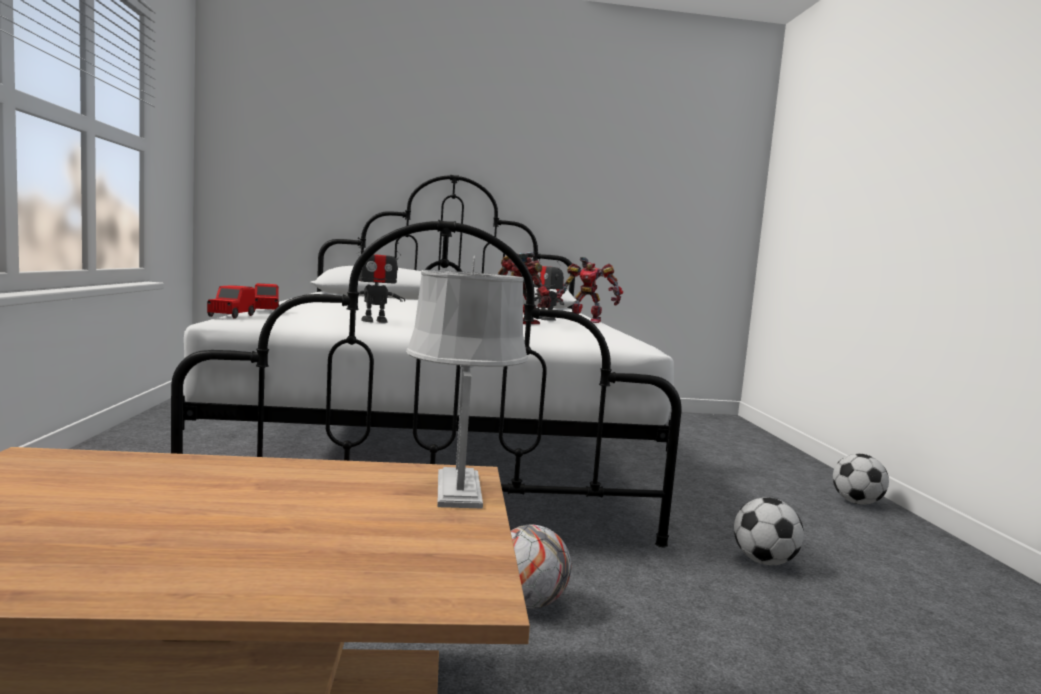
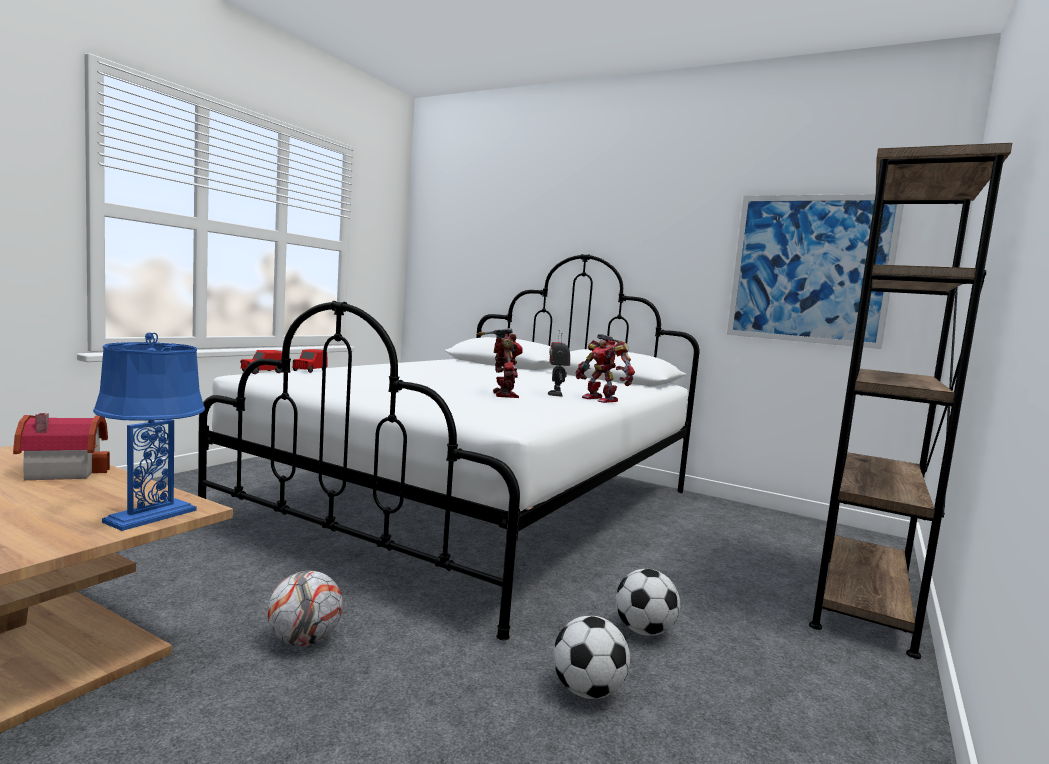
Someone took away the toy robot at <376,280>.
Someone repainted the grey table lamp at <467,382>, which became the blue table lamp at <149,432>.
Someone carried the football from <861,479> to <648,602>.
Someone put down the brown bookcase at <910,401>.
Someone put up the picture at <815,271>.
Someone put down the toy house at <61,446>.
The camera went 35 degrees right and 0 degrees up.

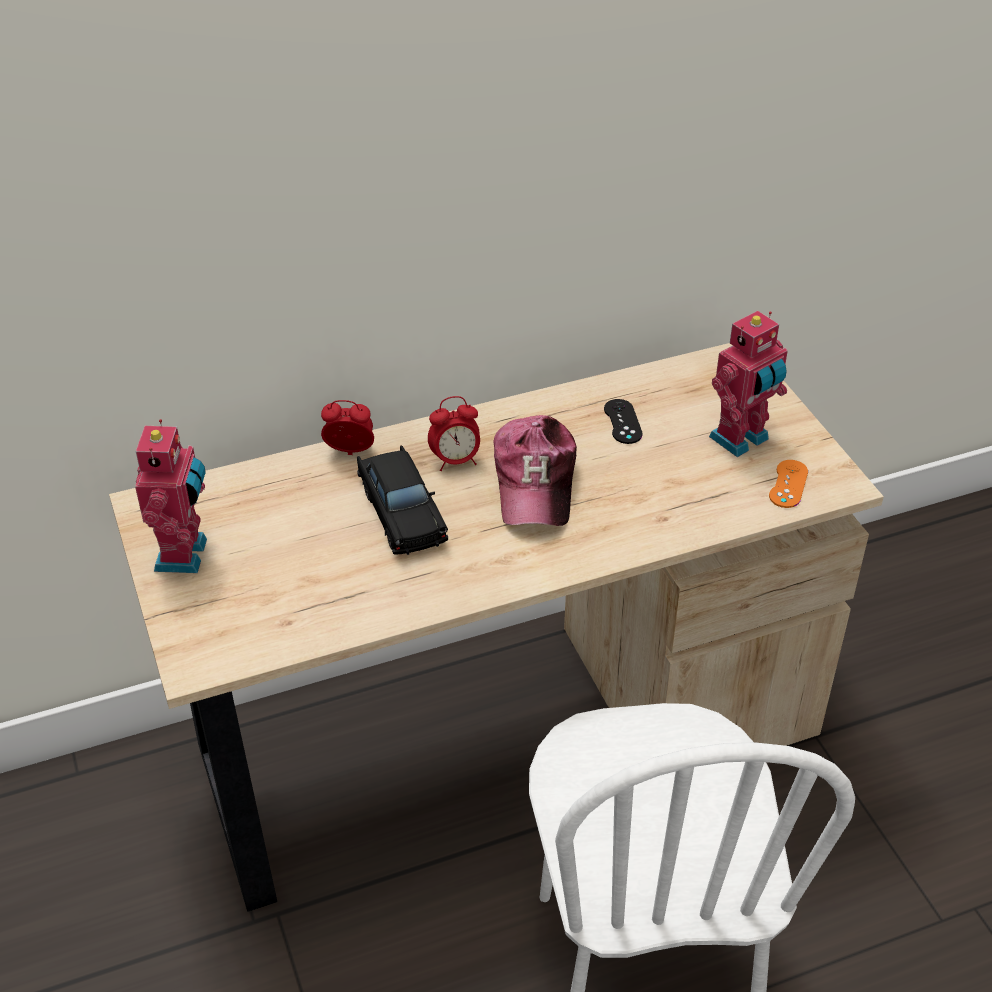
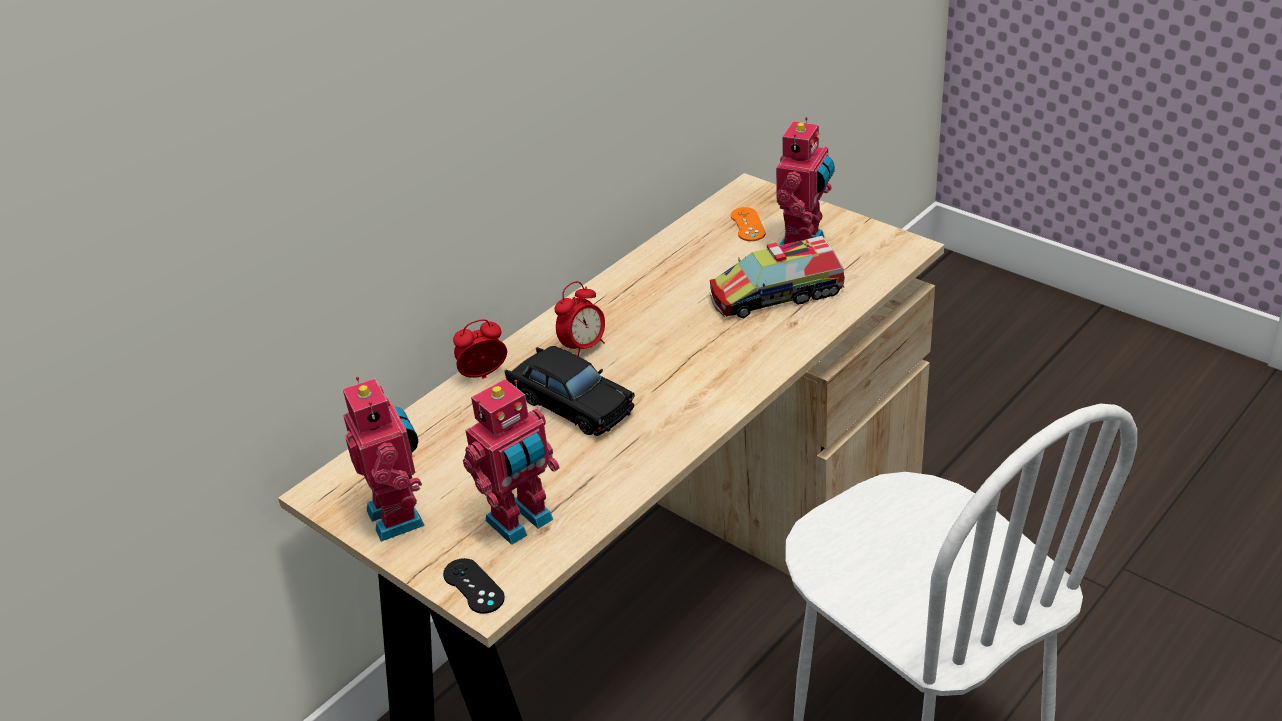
Someone carried the black game controller from <623,421> to <474,586>.
Someone took away the cap at <535,470>.
Someone carried the orange game controller from <788,484> to <748,224>.
Someone put down the toy truck at <777,277>.
Someone put down the toy robot at <511,462>.
The camera went 25 degrees left and 5 degrees down.

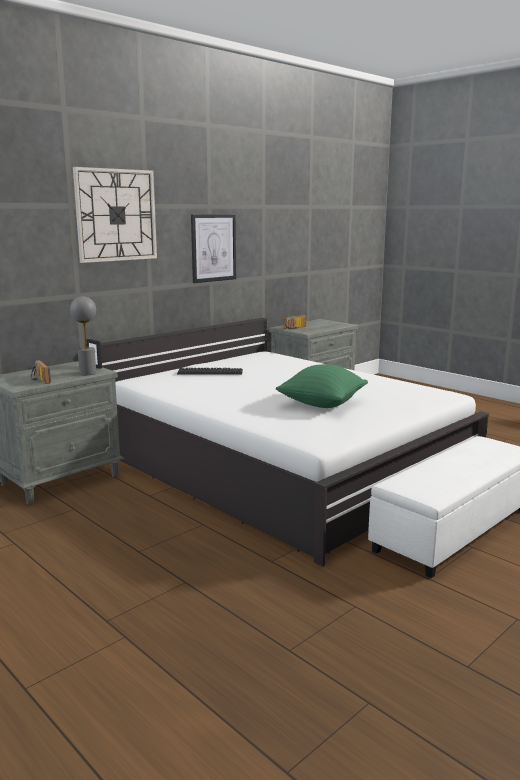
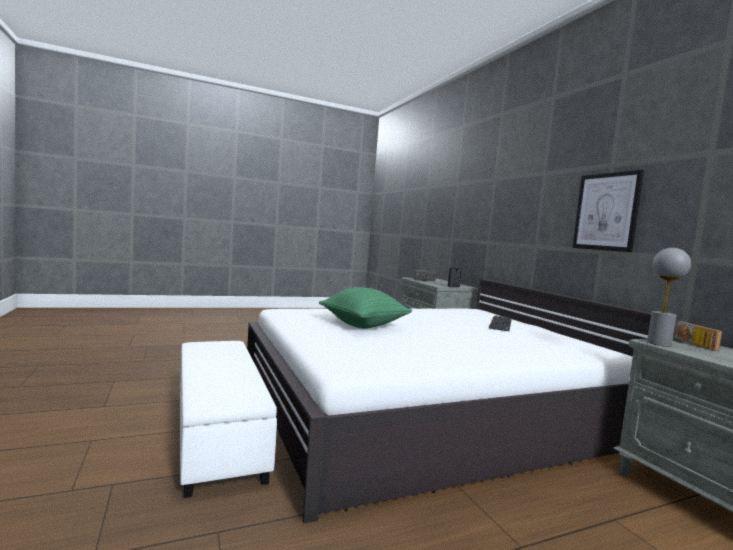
Someone took away the wall clock at <115,215>.
Someone carried the grey table lamp from <83,335> to <669,297>.
The camera went 110 degrees right and 10 degrees down.

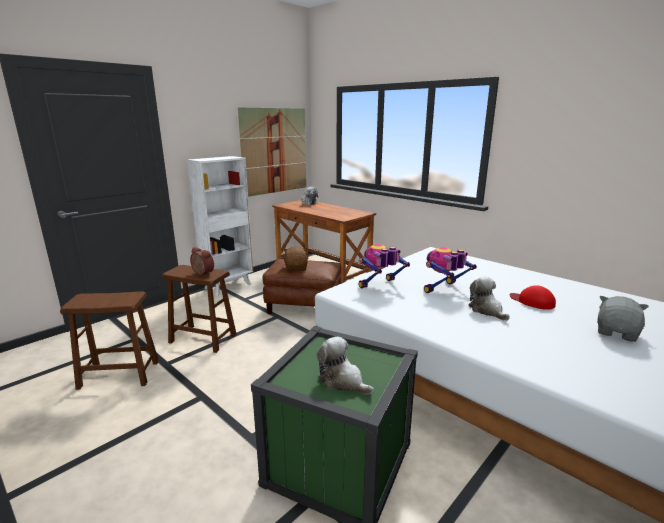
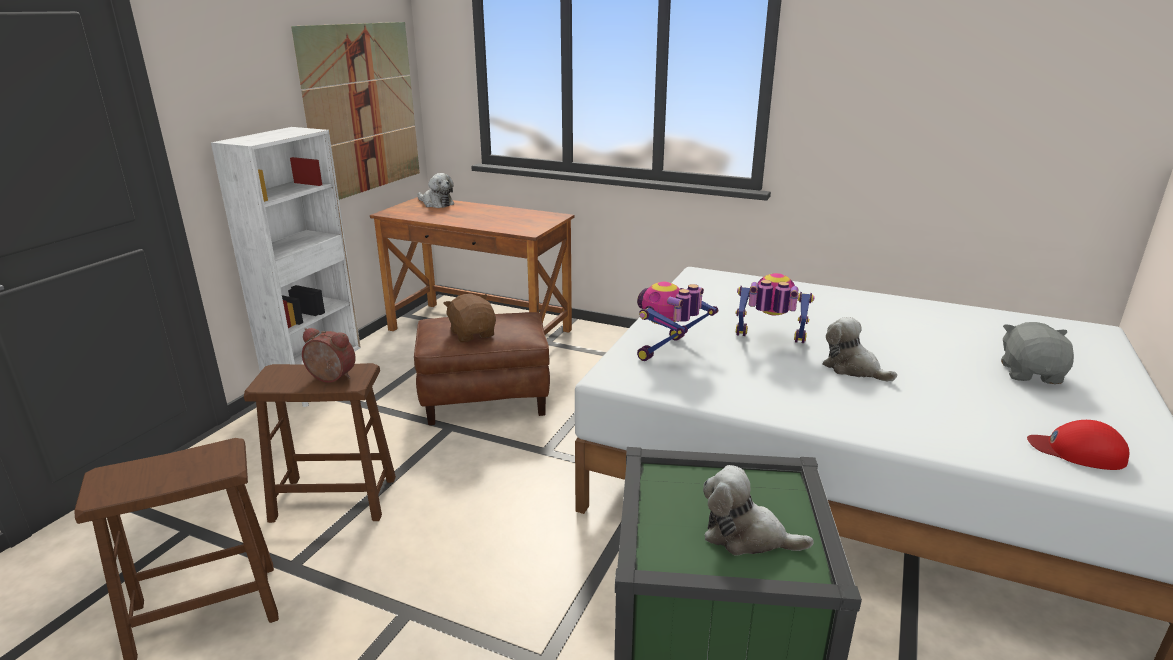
Someone rotated the toy robot at <450,270> by 75 degrees clockwise.
Someone carried the red cap from <533,297> to <1078,445>.
The camera went 20 degrees left and 5 degrees up.

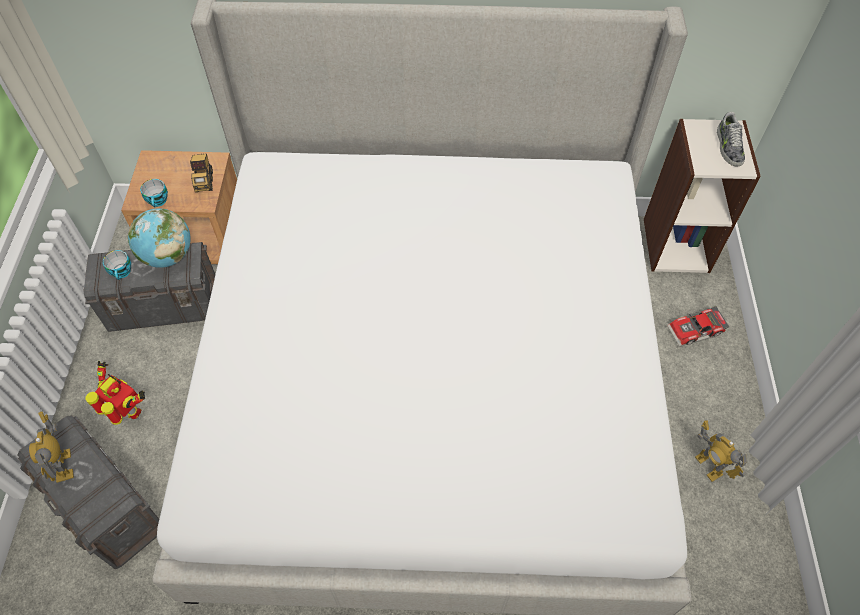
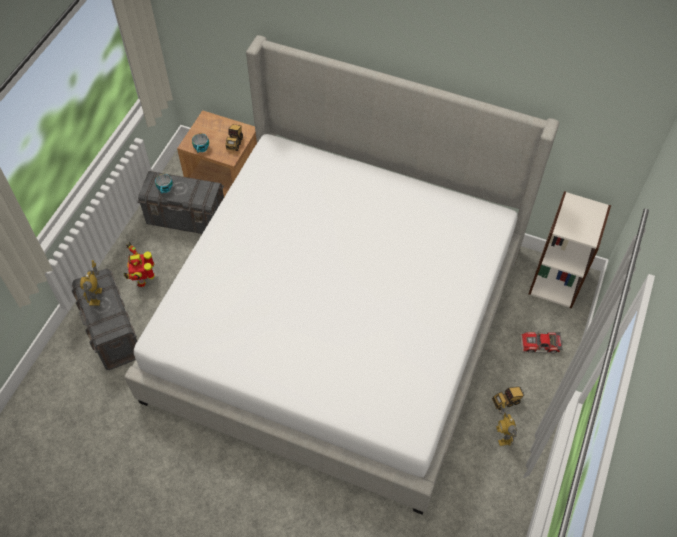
Someone took away the shoe at <731,139>.
Someone took away the globe at <159,238>.
Someone rotated the toy robot at <115,393> by 150 degrees counterclockwise.
Someone put down the toy truck at <508,398>.
The camera went 20 degrees right and 0 degrees up.

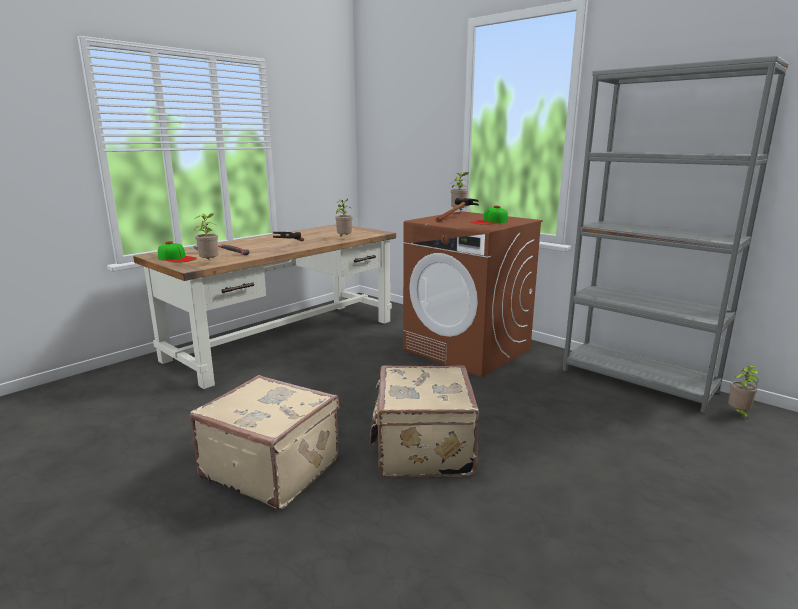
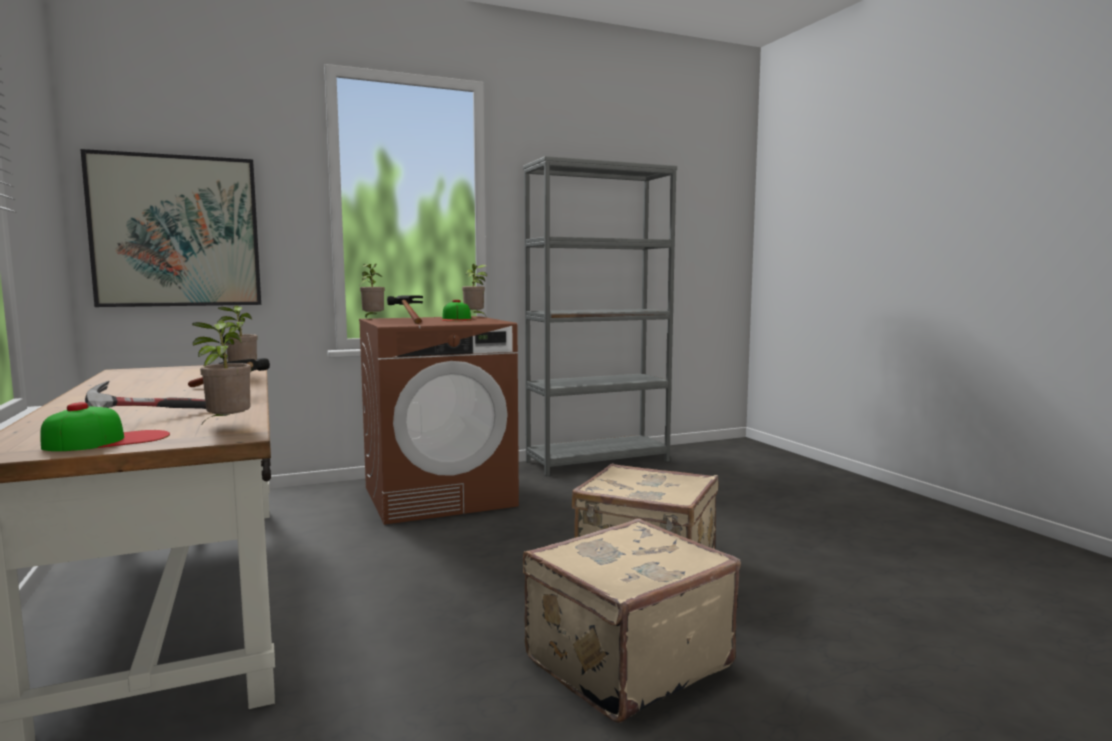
Someone carried the potted plant from <743,391> to <474,290>.
Someone put up the picture at <170,228>.
The camera went 65 degrees left and 10 degrees down.

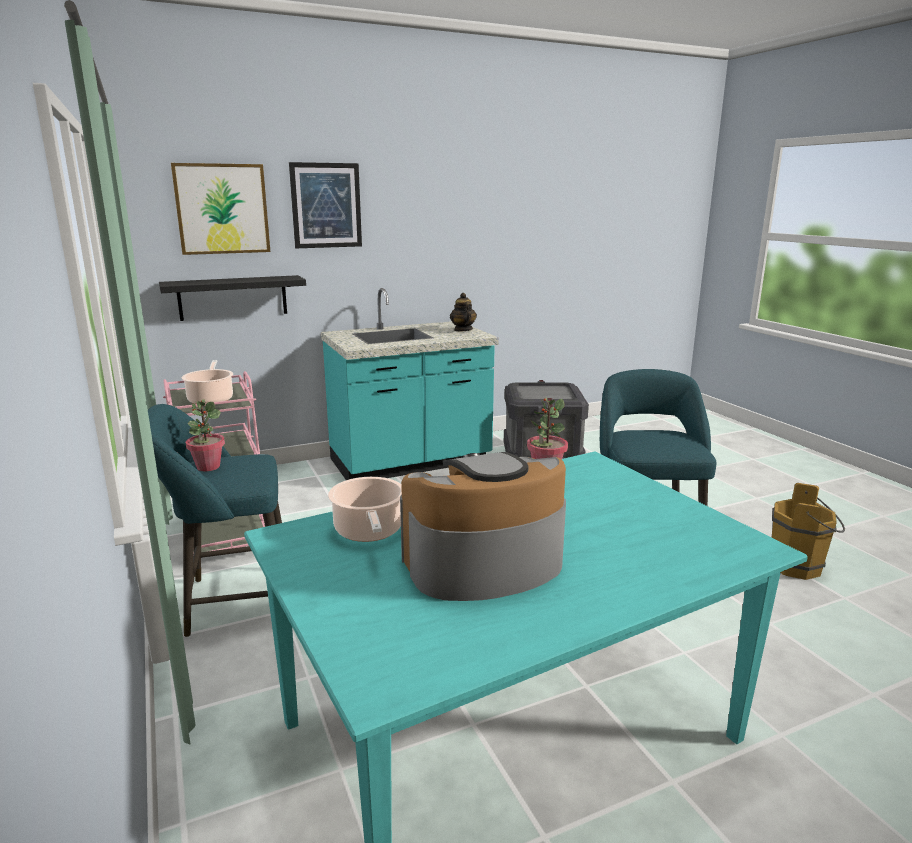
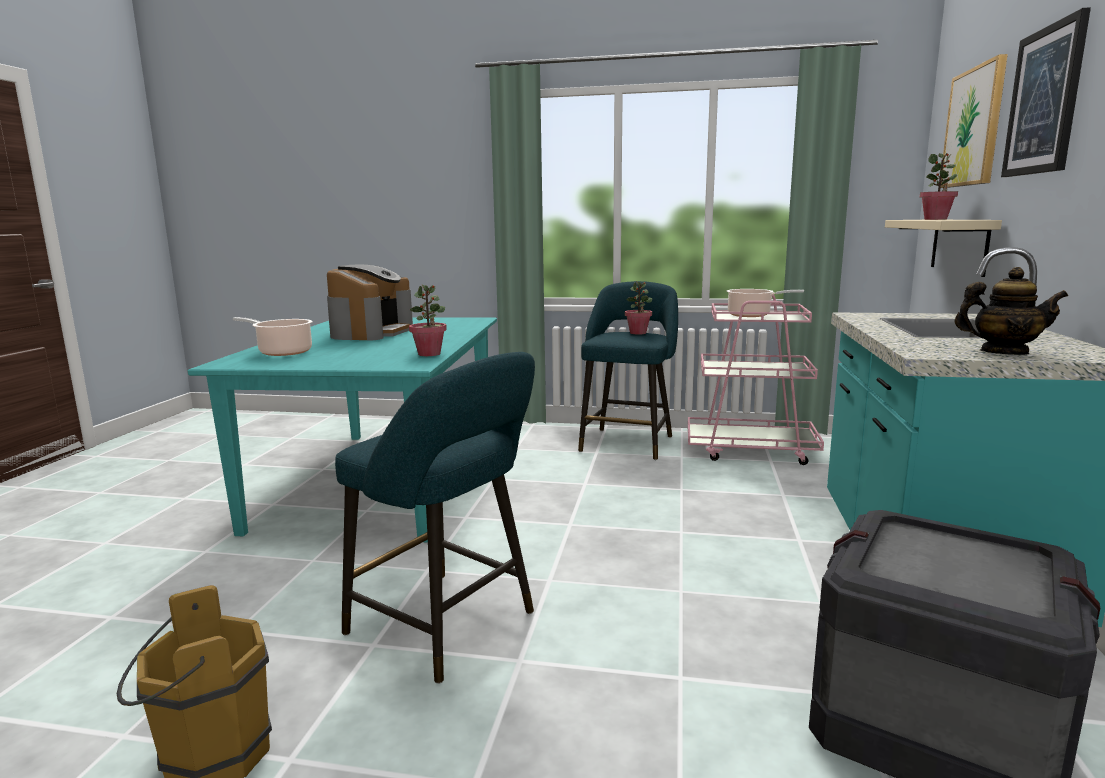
Someone repainted the black shelf at <232,298>, which became the beige shelf at <943,248>.
Someone carried the cooking pot from <365,509> to <273,336>.
Someone put down the potted plant at <939,186>.
The camera went 125 degrees right and 5 degrees down.

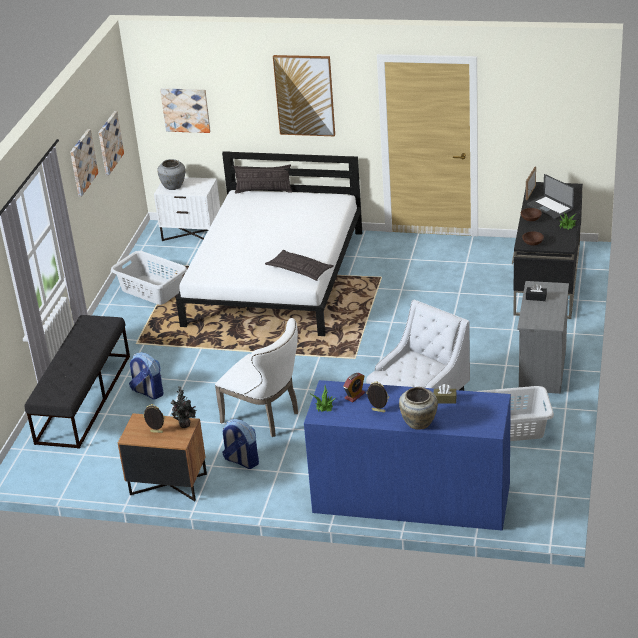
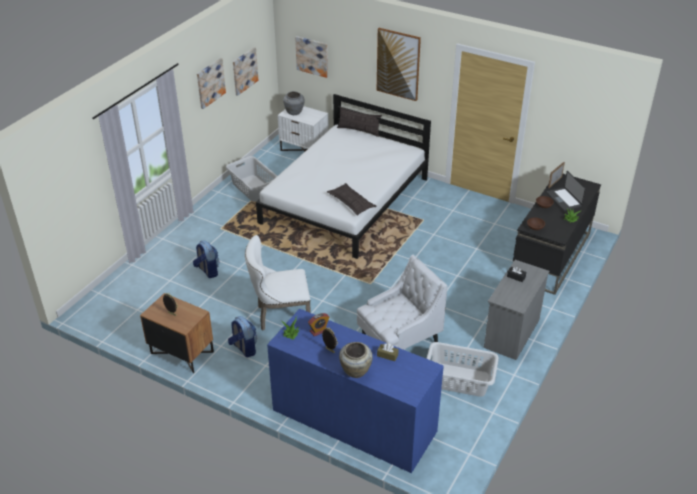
Someone took away the black bench at <77,382>.
Someone rotated the white chair at <256,377> by 120 degrees clockwise.
Someone took away the potted plant at <183,407>.
The camera went 15 degrees right and 5 degrees up.

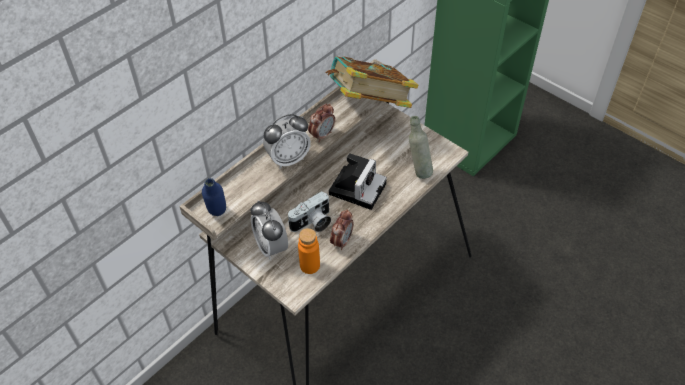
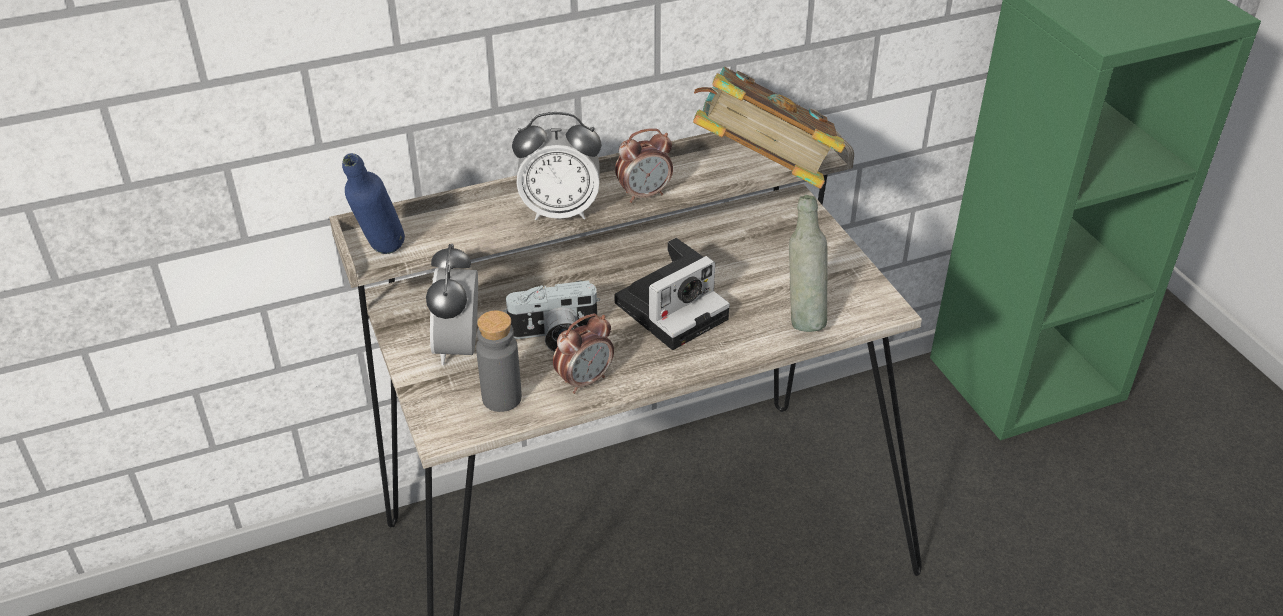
Someone repainted the orange bottle at <309,251>, which became the grey bottle at <499,361>.
The camera went 25 degrees right and 10 degrees down.

